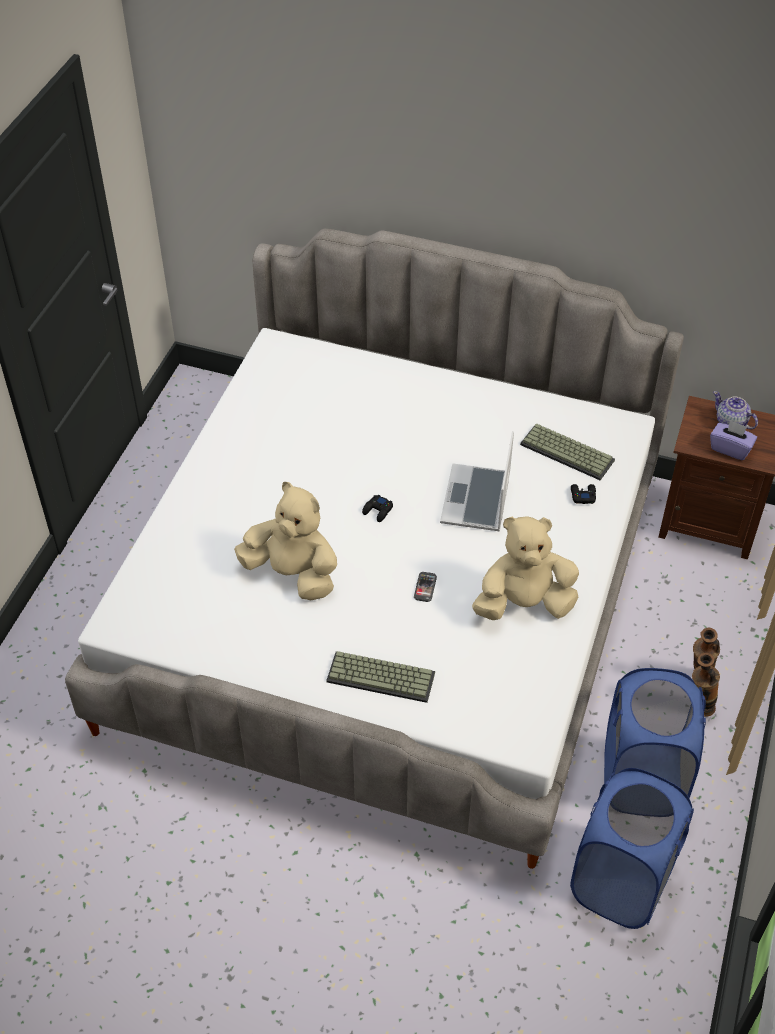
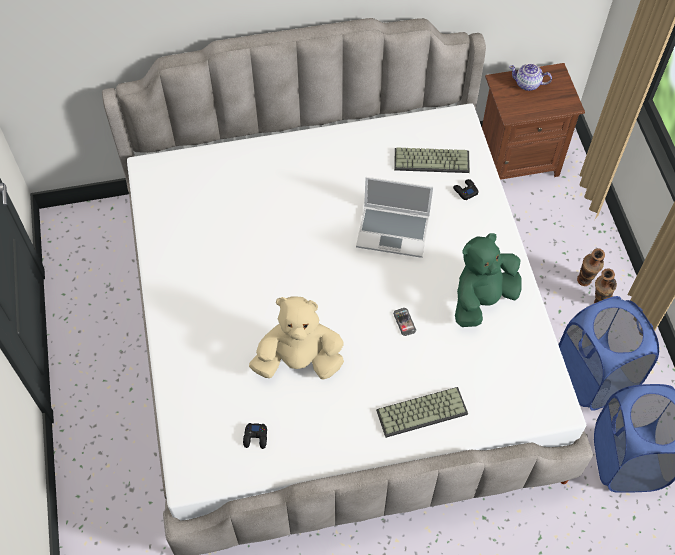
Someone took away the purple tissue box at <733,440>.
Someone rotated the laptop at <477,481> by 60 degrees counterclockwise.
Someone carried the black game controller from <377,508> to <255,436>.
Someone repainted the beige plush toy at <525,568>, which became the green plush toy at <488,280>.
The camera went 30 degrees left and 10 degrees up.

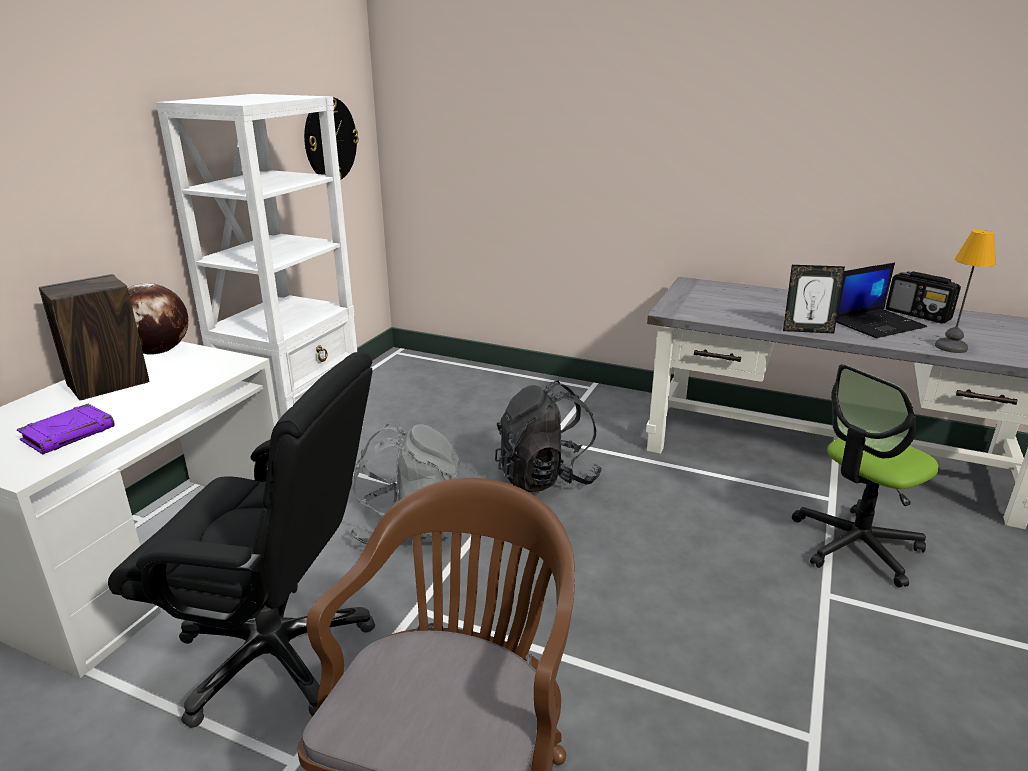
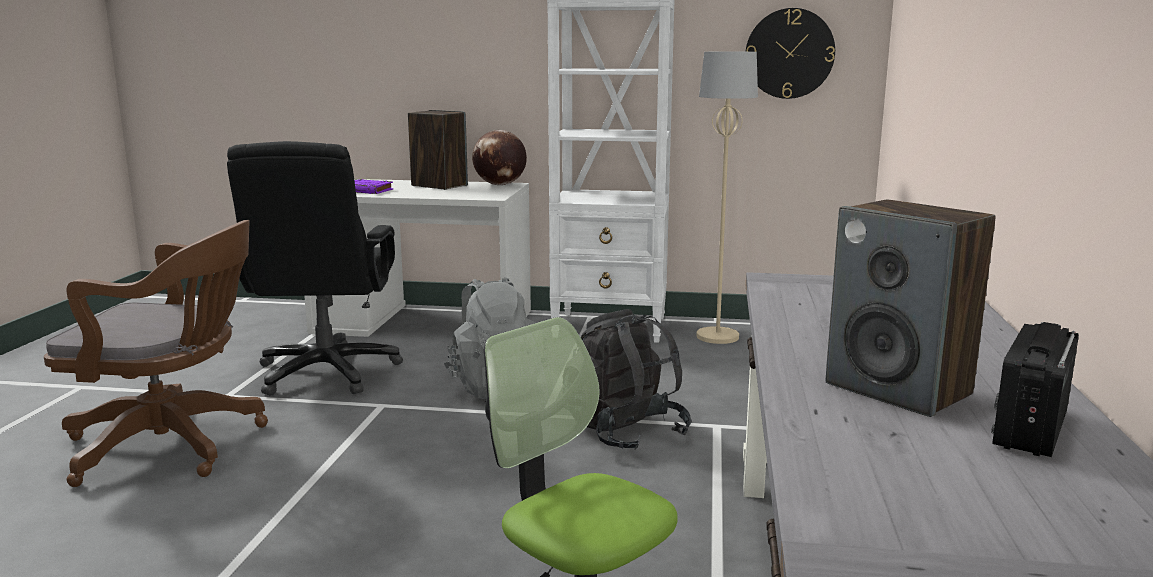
Someone took away the table lamp at <965,291>.
Someone swapped the laptop at <881,300> for the speaker at <910,308>.
Someone took away the picture frame at <814,299>.
Someone put down the beige floor lamp at <727,198>.
The camera went 75 degrees right and 10 degrees down.

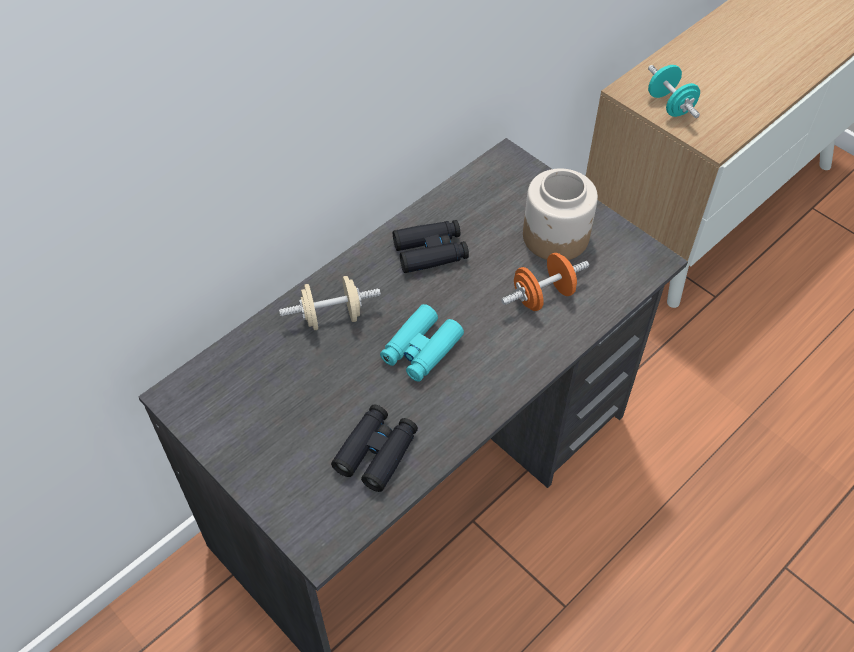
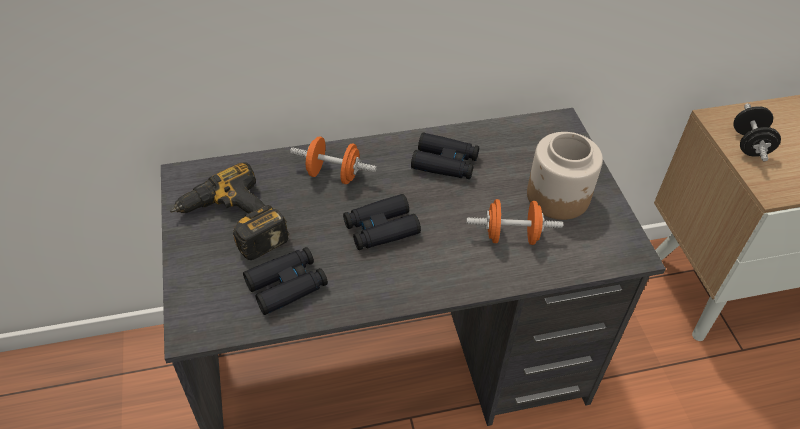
Someone repainted the turquoise dumbbell at <674,91>, which became the black dumbbell at <757,132>.
Someone repainted the beige dumbbell at <330,303>, which became the orange dumbbell at <333,160>.
Someone repainted the turquoise binoculars at <422,343>, which became the black binoculars at <382,222>.
Someone put down the power drill at <229,211>.
The camera went 30 degrees right and 5 degrees down.

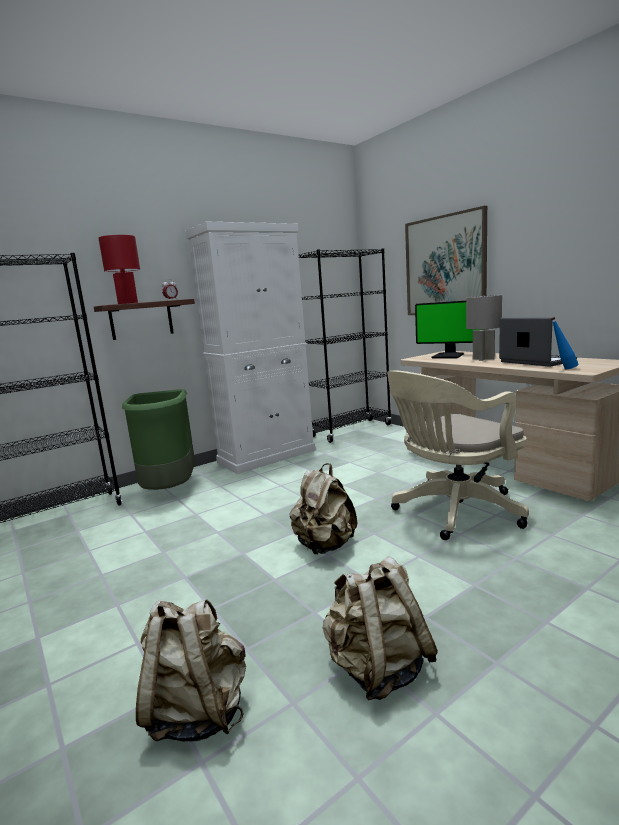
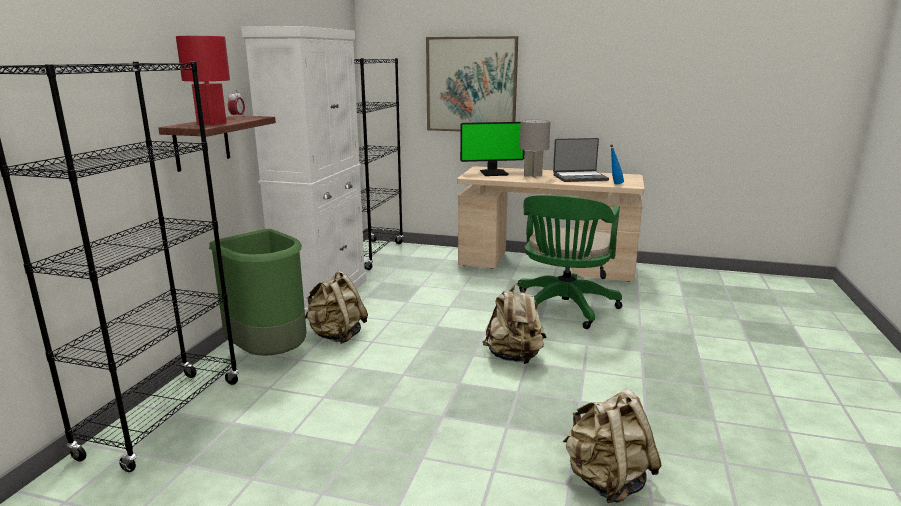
Someone rotated the laptop at <538,342> by 150 degrees clockwise.
Someone repainted the beige office chair at <458,455>, which became the green office chair at <570,262>.
Someone carried the beige backpack from <380,628> to <336,307>.
The camera went 40 degrees left and 5 degrees up.

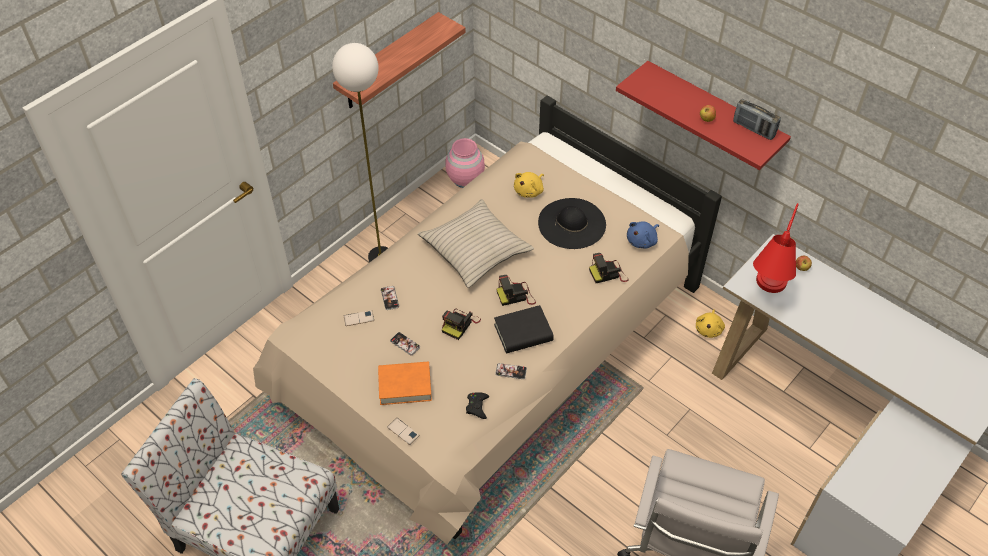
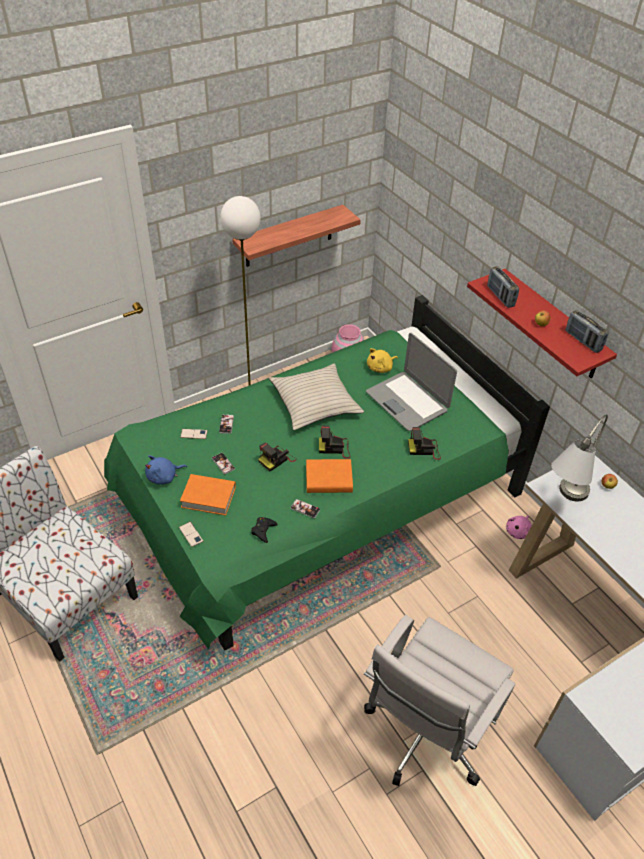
Someone repainted the beige bed at <487,319>, which became the green bed at <327,472>.
Someone swapped the black hat at <572,223> for the laptop at <411,382>.
Someone repainted the red table lamp at <776,248>, which became the grey table lamp at <579,458>.
Someone carried the blue plush toy from <643,235> to <166,469>.
Someone repainted the black book at <524,329>, which became the orange book at <329,476>.
Someone repainted the yellow plush toy at <710,323>, which became the pink plush toy at <519,527>.
Someone put down the radio at <503,287>.
The camera went 15 degrees right and 5 degrees down.

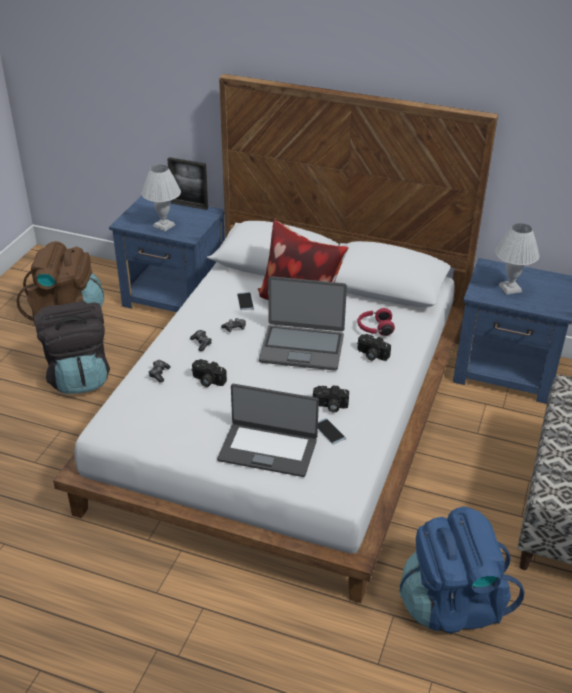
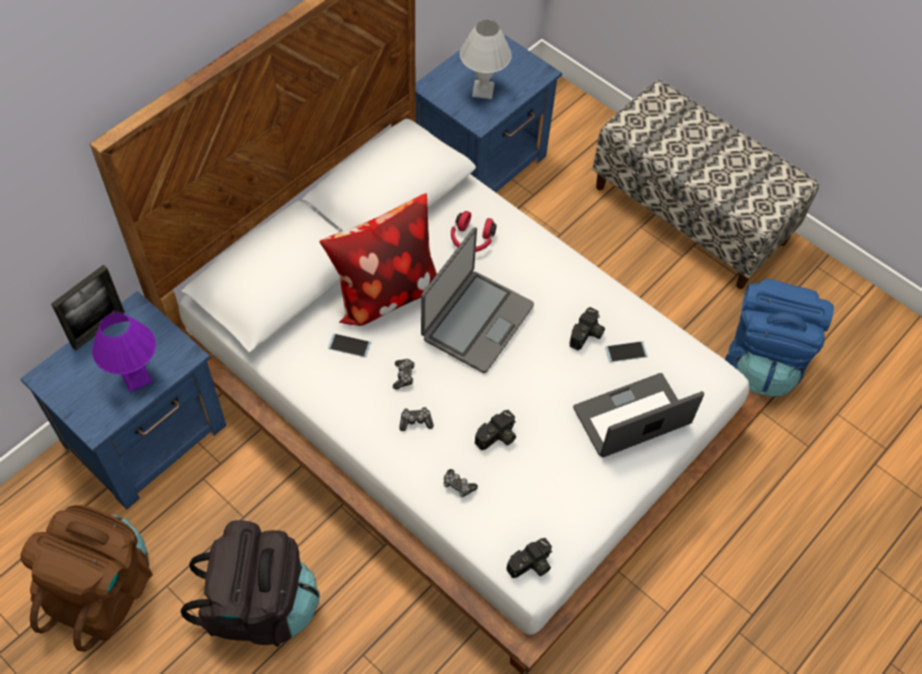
Someone repainted the white table lamp at <161,198>, which became the purple table lamp at <124,352>.
Someone carried the photo camera from <374,347> to <529,558>.
Someone rotated the laptop at <268,430> by 150 degrees counterclockwise.
The camera went 70 degrees left and 20 degrees up.

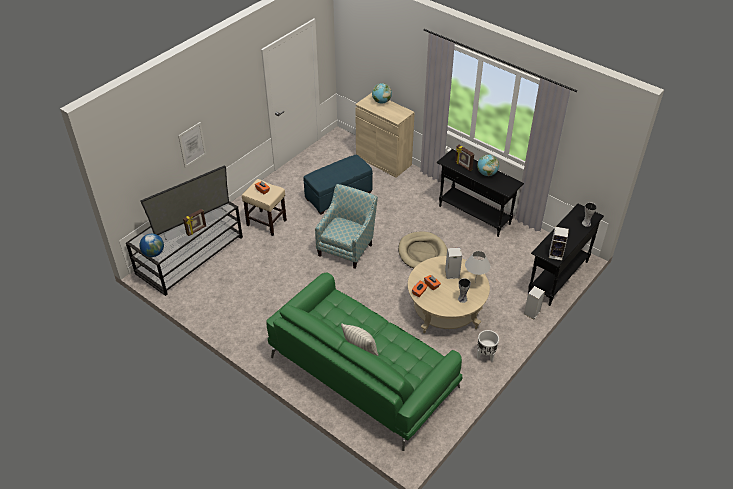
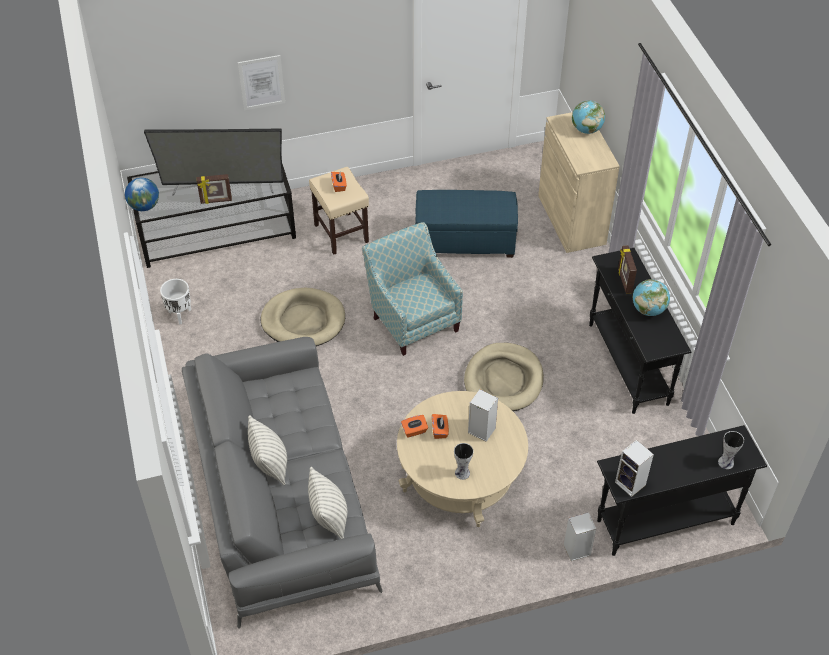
Someone rotated the armchair at <346,226> by 90 degrees counterclockwise.
Someone took away the white table lamp at <478,266>.
Someone repainted the green sofa at <364,362>, which became the grey sofa at <282,483>.
Someone carried the white planter from <488,346> to <175,302>.
Someone put down the beige dog bed at <303,317>.
Someone put down the pillow at <327,503>.
The camera went 35 degrees right and 5 degrees up.

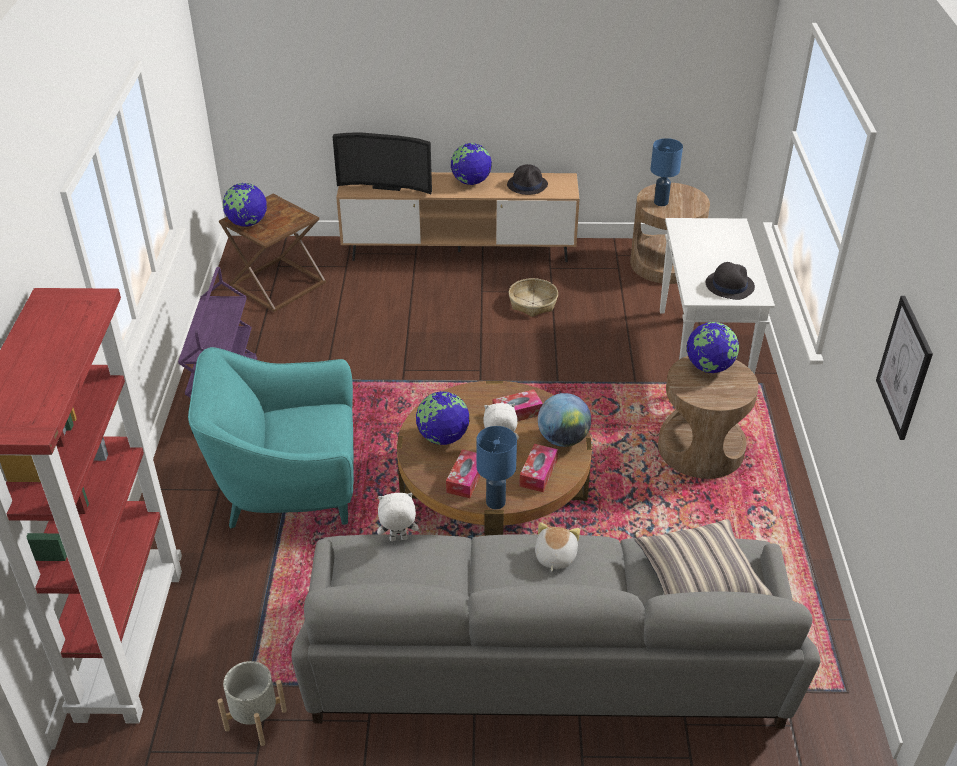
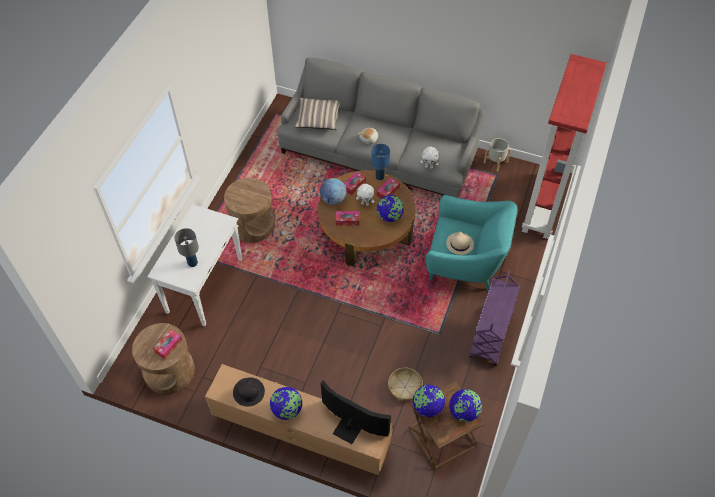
Someone swapped the blue table lamp at <666,172> for the tissue box at <168,344>.
Someone took away the black hat at <730,281>.
Someone carried the basket from <533,297> to <405,384>.
Someone took away the picture at <904,368>.
Someone carried the globe from <712,347> to <429,400>.
Someone put down the grey table lamp at <186,247>.
Someone put down the beige hat at <460,243>.
The camera went 160 degrees left and 15 degrees up.

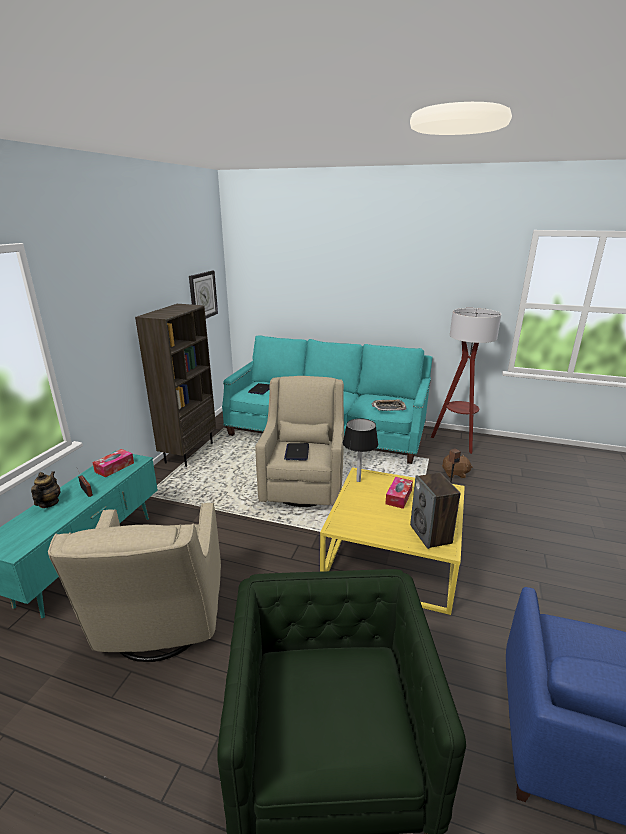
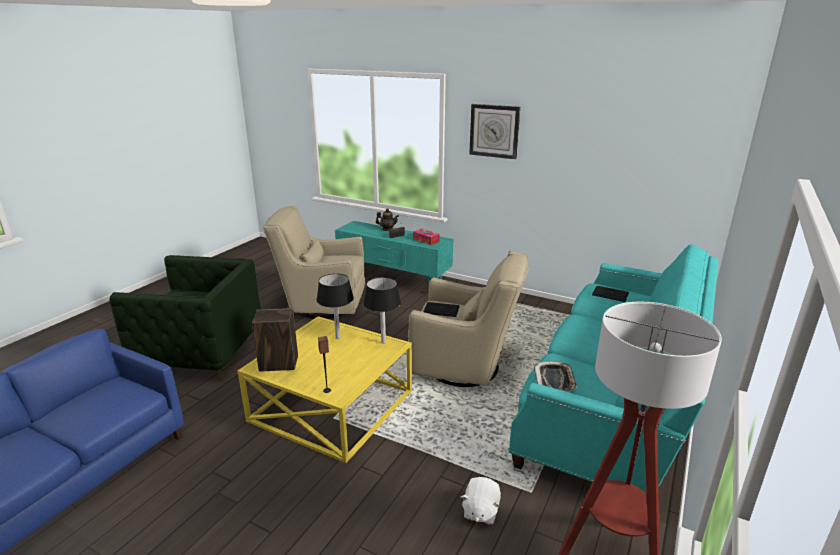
Someone carried the wall clock from <203,294> to <494,131>.
Someone took away the brown bookcase at <175,385>.
Someone repainted the brown plush toy at <457,466>, which became the white plush toy at <481,501>.
Someone took away the tissue box at <399,493>.
Someone put down the black table lamp at <335,306>.
The camera went 100 degrees right and 0 degrees up.

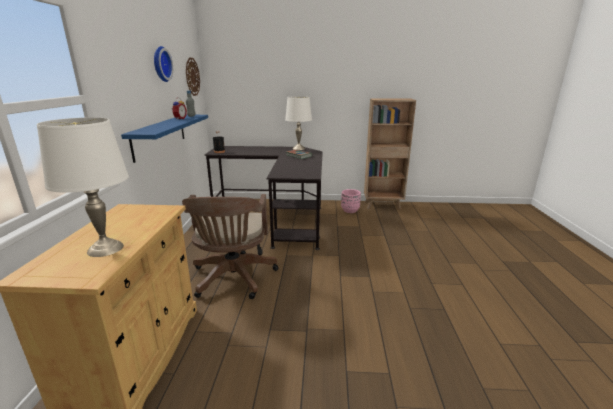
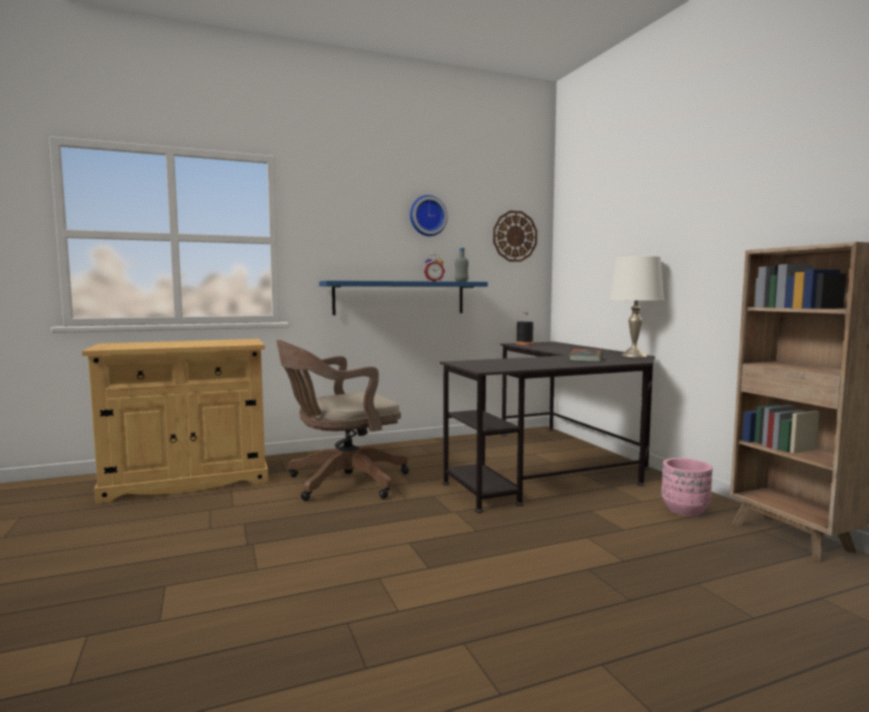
Someone took away the white table lamp at <83,187>.
The camera went 65 degrees right and 15 degrees down.

